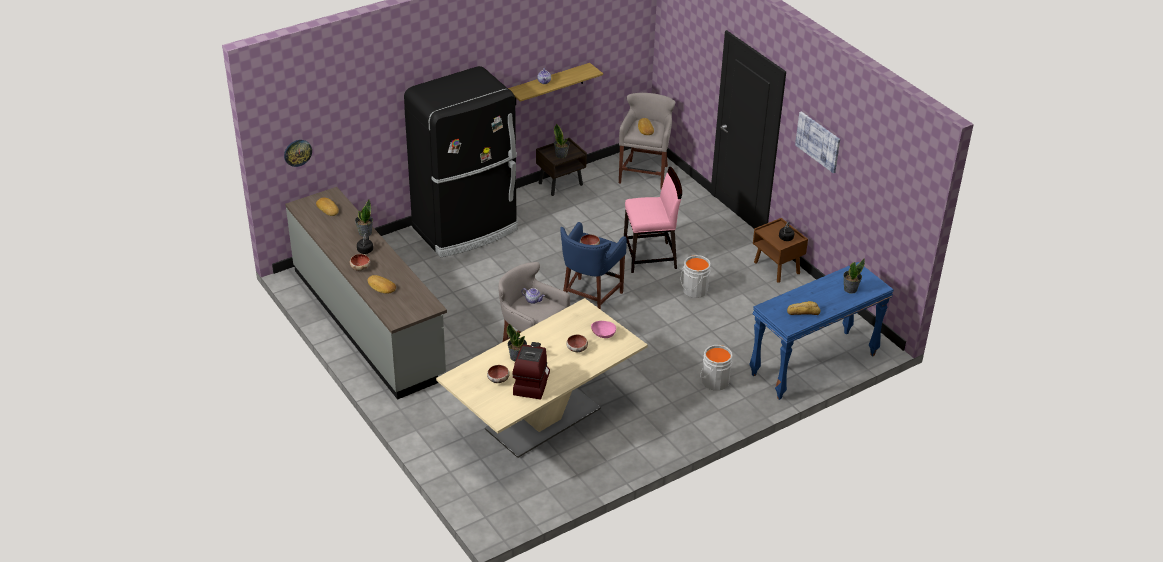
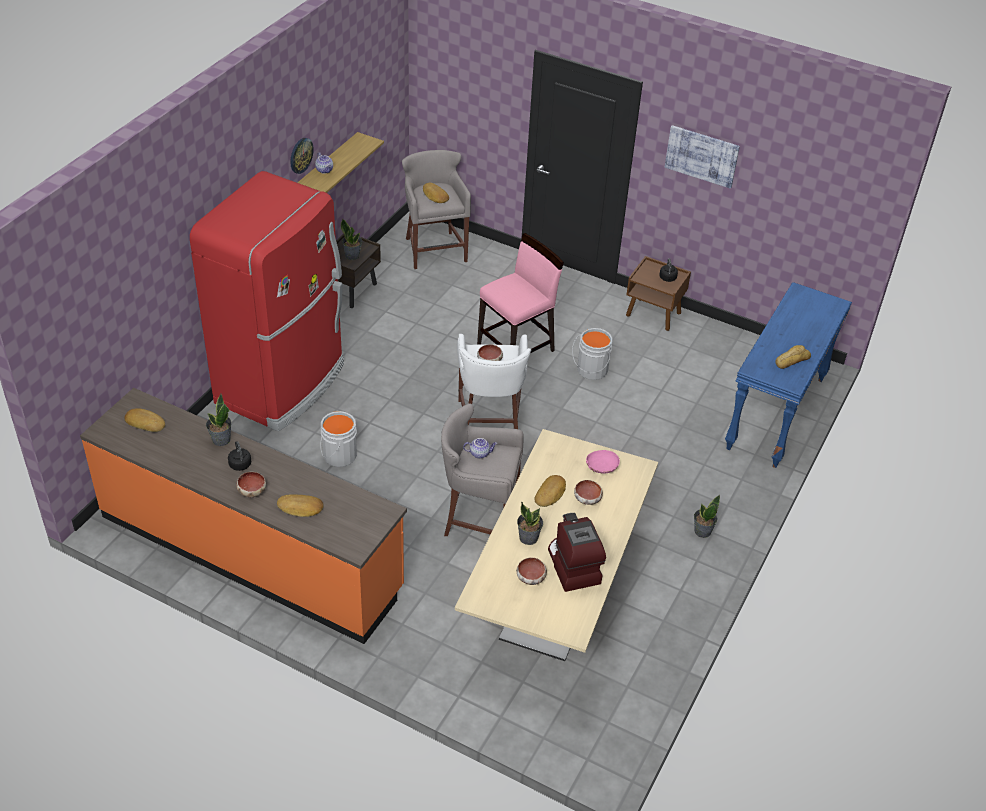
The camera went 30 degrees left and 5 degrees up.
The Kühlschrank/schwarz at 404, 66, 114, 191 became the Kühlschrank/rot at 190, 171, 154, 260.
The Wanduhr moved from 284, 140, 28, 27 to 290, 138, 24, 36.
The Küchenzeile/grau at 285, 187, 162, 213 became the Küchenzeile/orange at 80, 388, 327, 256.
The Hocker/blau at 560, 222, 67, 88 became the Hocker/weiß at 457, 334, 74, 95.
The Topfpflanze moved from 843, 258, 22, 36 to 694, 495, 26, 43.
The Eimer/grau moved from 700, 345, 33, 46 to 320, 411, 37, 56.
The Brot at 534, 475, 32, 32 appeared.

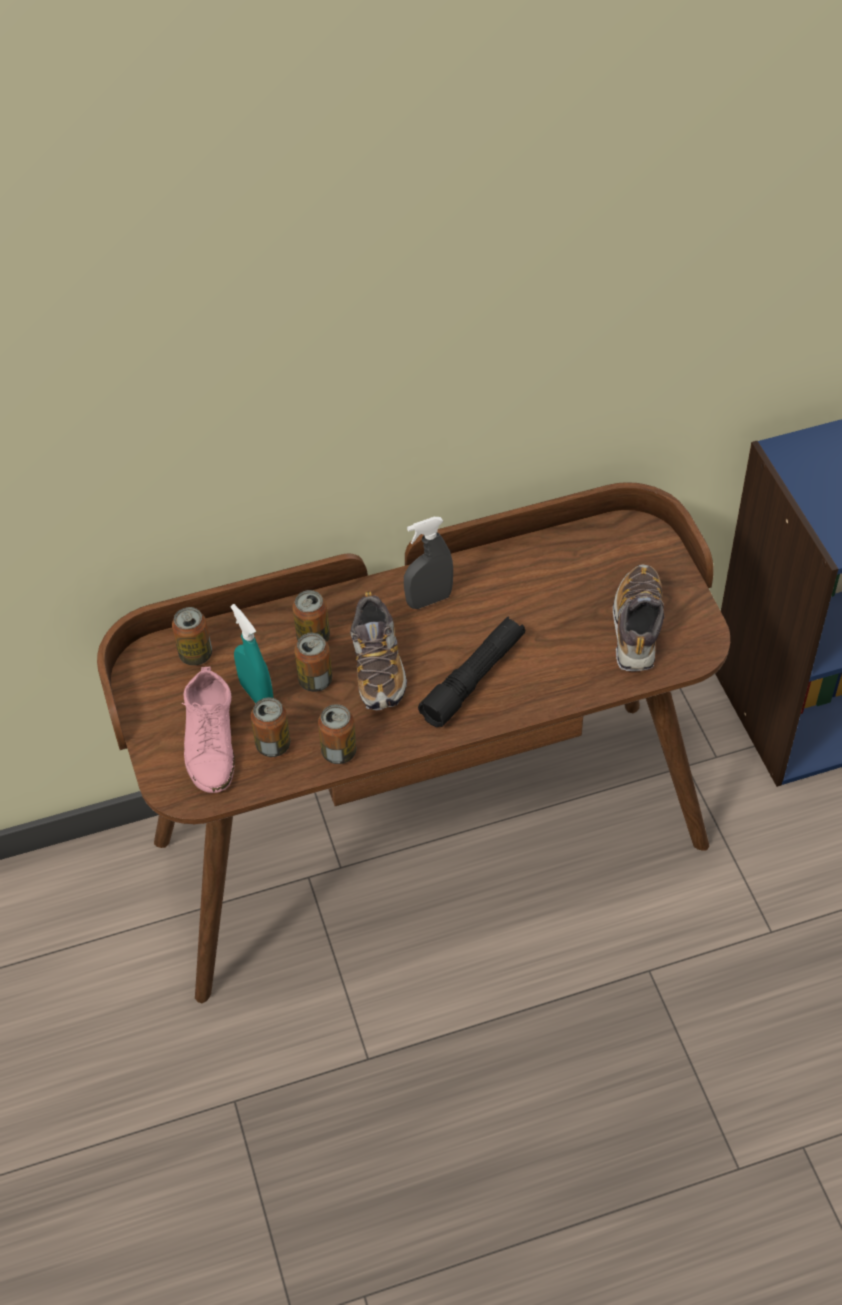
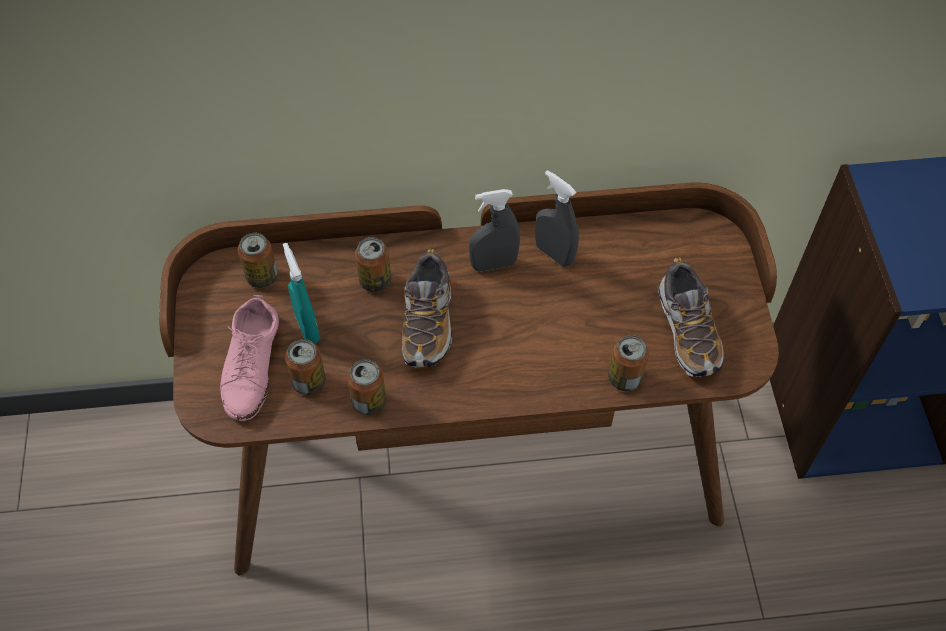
The camera went 10 degrees right and 5 degrees up.
The Schuh at 613, 565, 51, 106 turned 150 degrees clockwise.
The Taschenlampe/schwarz at 418, 616, 107, 111 disappeared.
The Dose moved from 294, 633, 38, 59 to 608, 335, 41, 56.
The Sprühflasche/grau at 535, 170, 44, 97 appeared.

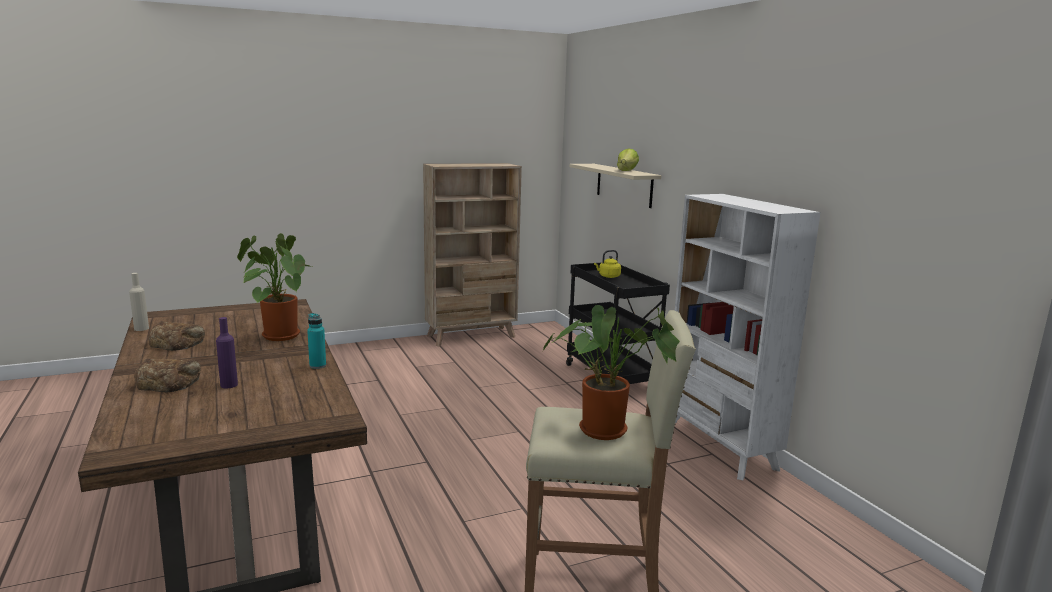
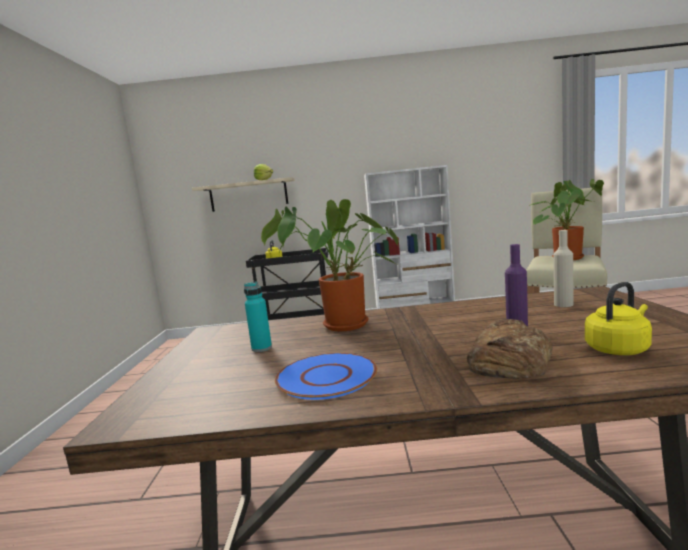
The camera went 65 degrees left and 5 degrees down.
The Bücherregal/beige at 423, 163, 99, 183 disappeared.
The Flasche/beige moved from 129, 273, 20, 58 to 554, 230, 19, 77.
The Flasche/türkis moved from 307, 313, 19, 56 to 244, 282, 28, 70.
The Brot at 148, 321, 57, 30 was replaced by the Teller/blau at 275, 353, 102, 47.
The Wasserkessel/gelb at 585, 282, 67, 73 appeared.

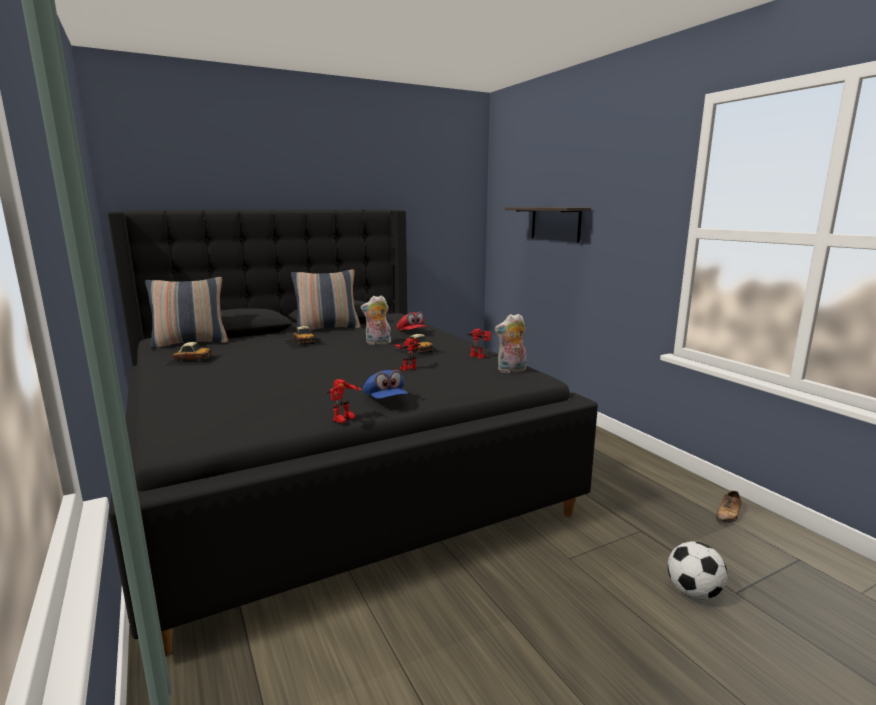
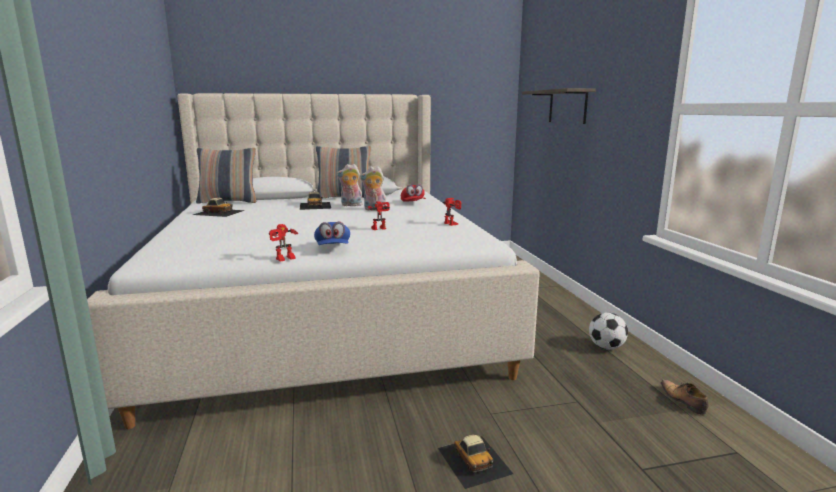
The camera went 15 degrees right and 0 degrees up.
The Bett/schwarz at 108, 209, 490, 447 became the Bett/beige at 87, 93, 453, 336.
The Plüschtier moved from 495, 313, 31, 60 to 336, 164, 27, 42.
The Spielzeugauto moved from 392, 334, 54, 25 to 438, 435, 75, 54.
The Schuh at 716, 491, 25, 32 turned 105 degrees clockwise.
The Fußball moved from 668, 541, 59, 59 to 589, 312, 39, 38.

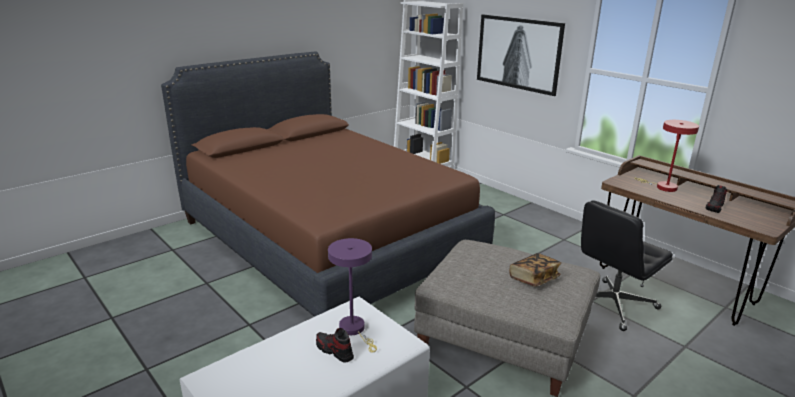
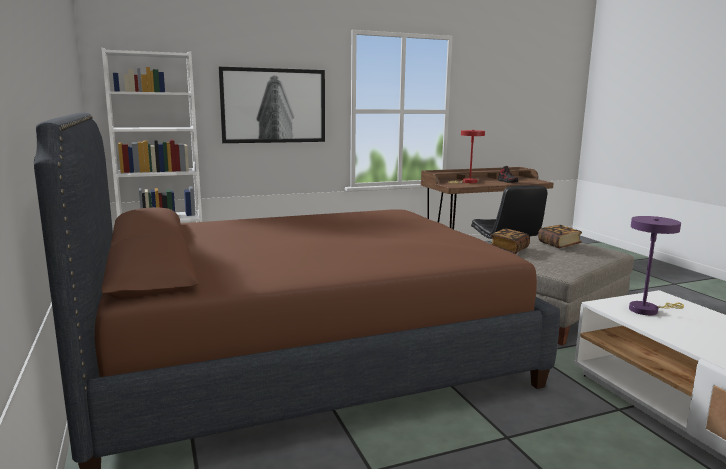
The camera went 70 degrees left and 10 degrees down.
The Schuh at 316, 328, 38, 35 disappeared.
The Buch at 491, 229, 39, 25 appeared.

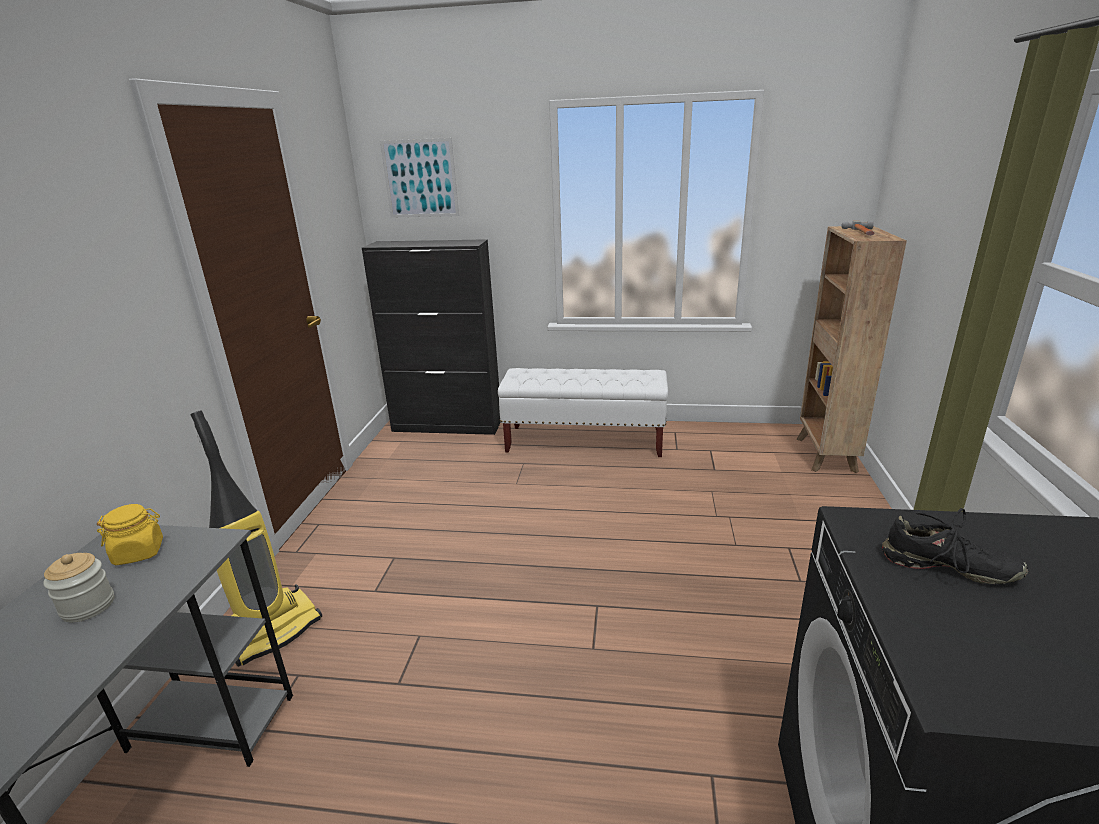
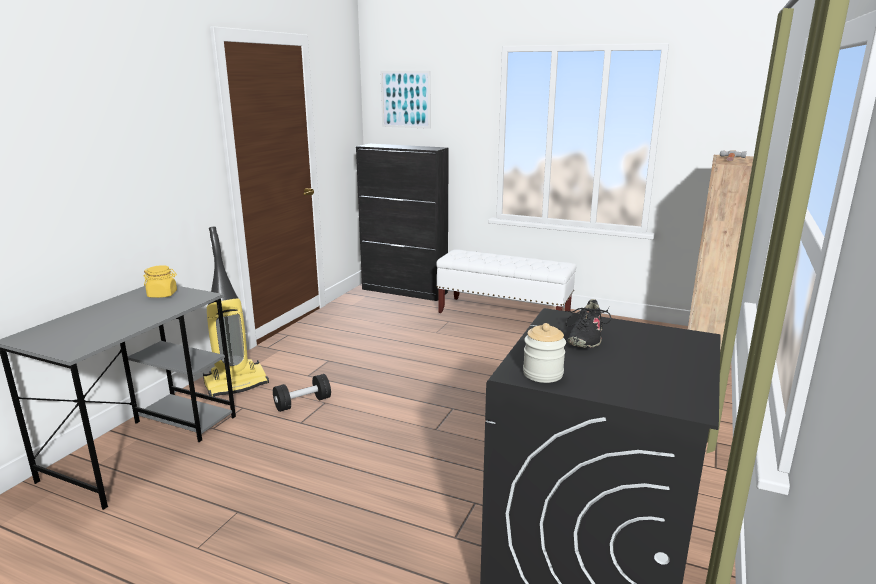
The camera went 15 degrees right and 5 degrees down.
The Schuh/schwarz at 882, 508, 146, 76 turned 75 degrees clockwise.
The Vorratsglas moved from 43, 553, 71, 69 to 523, 323, 43, 60.
The Hantel/schwarz at 273, 374, 58, 38 appeared.

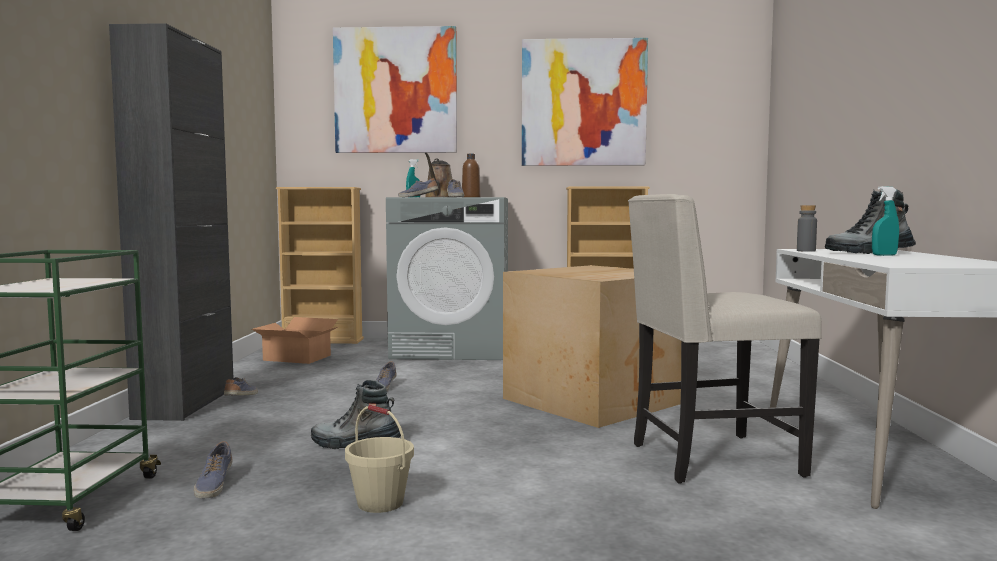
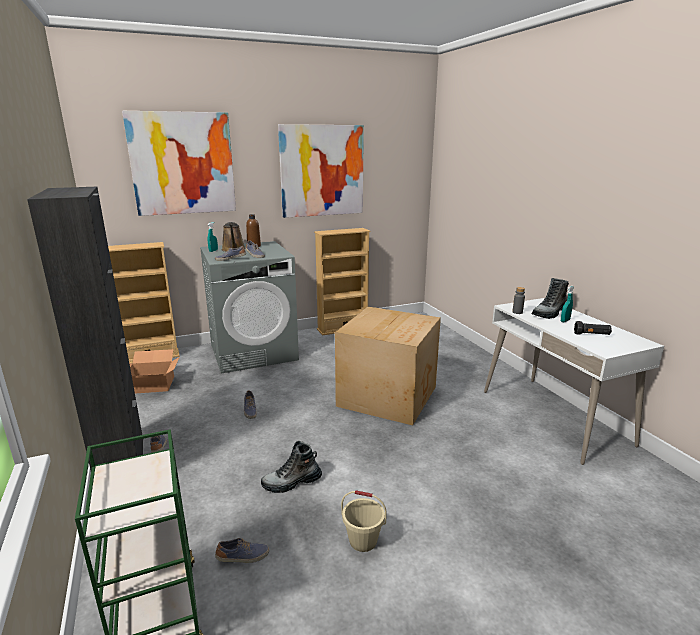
The camera went 25 degrees left and 15 degrees up.
The Stuhl/beige at 628, 194, 194, 289 disappeared.
The Schuh at 194, 441, 39, 57 turned 75 degrees counterclockwise.
The Taschenlampe/schwarz at 574, 321, 38, 14 appeared.

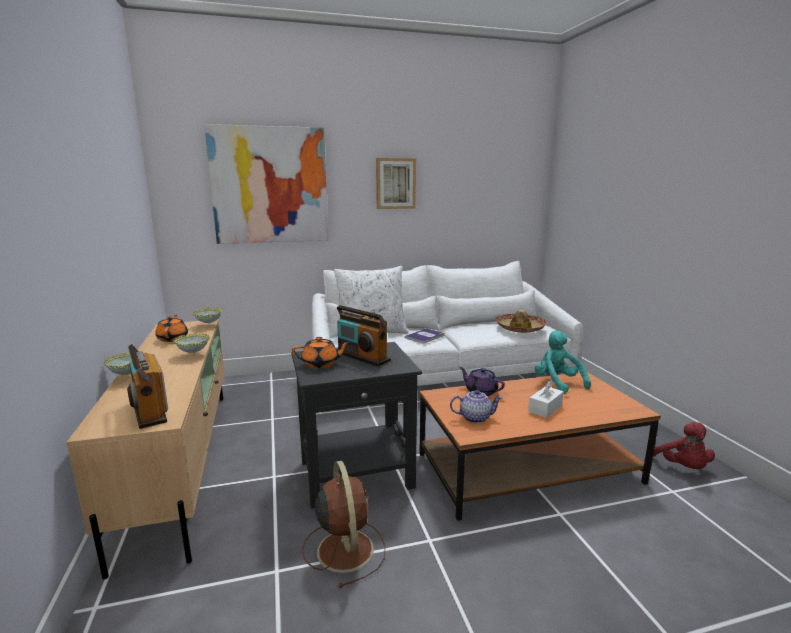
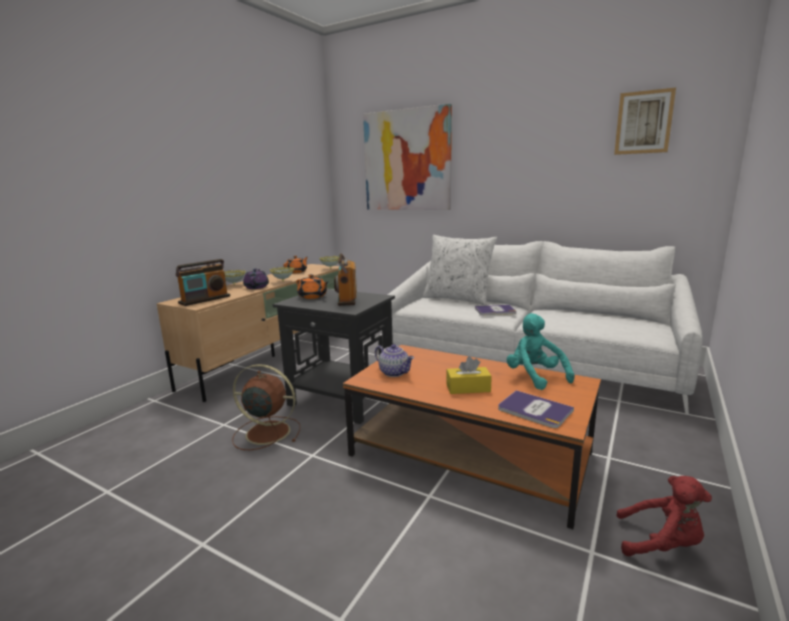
The camera went 45 degrees right and 0 degrees up.
The Bild moved from 376, 158, 40, 51 to 614, 88, 62, 67.
The Hut at 495, 310, 52, 23 disappeared.
The Plüschtier/türkis at 535, 331, 56, 63 turned 45 degrees counterclockwise.
The Radio at 127, 344, 41, 85 turned 150 degrees counterclockwise.
The Teekanne/lila moved from 459, 367, 46, 29 to 243, 268, 26, 21.
The Taschentuchbox/weiß at 528, 380, 35, 38 became the Taschentuchbox/gelb at 446, 356, 46, 38.
The Plüschtier/rot at 653, 422, 62, 47 turned 105 degrees counterclockwise.
The Ventilator/braun at 302, 461, 83, 127 turned 105 degrees counterclockwise.
The Buch at 498, 390, 76, 38 appeared.

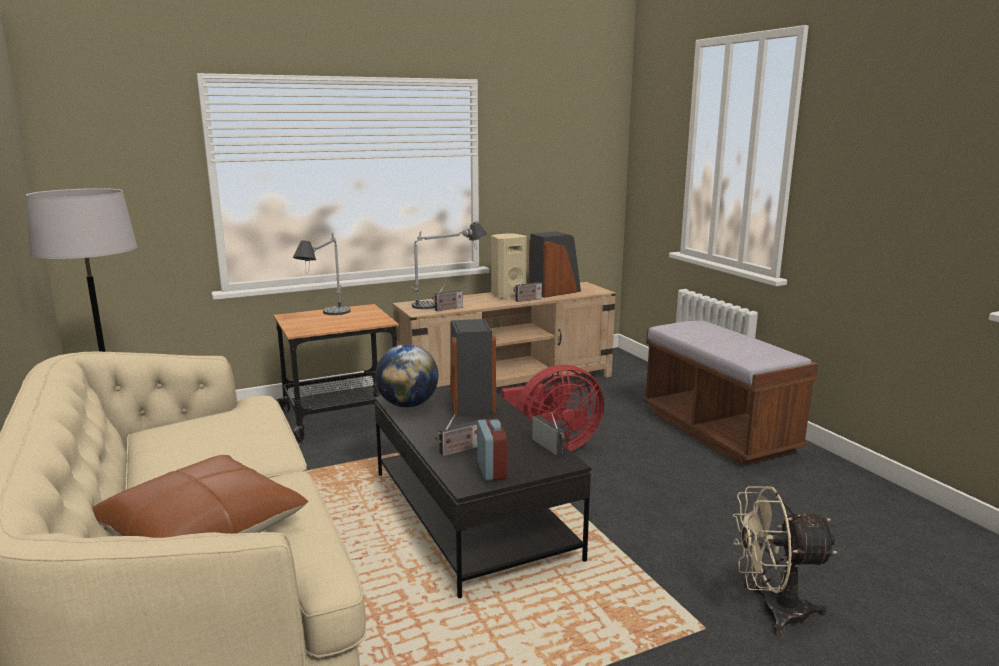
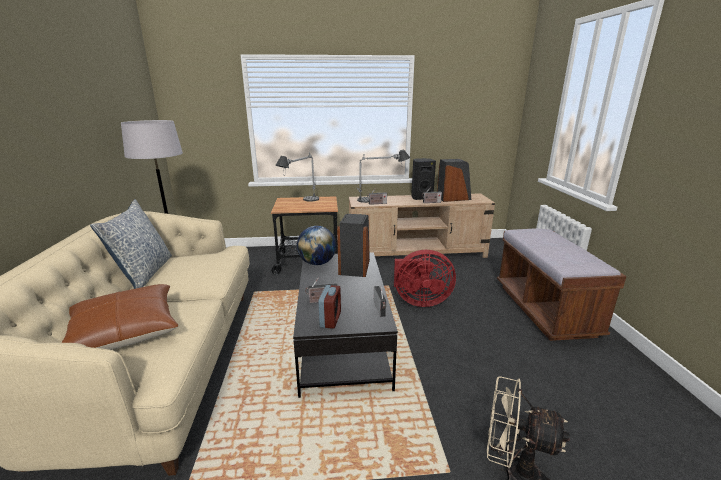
The camera went 20 degrees right and 5 degrees up.
The Lautsprecher/beige at 491, 233, 36, 66 became the Lautsprecher/schwarz at 411, 158, 25, 42.
The Kissen at 90, 199, 82, 90 appeared.

